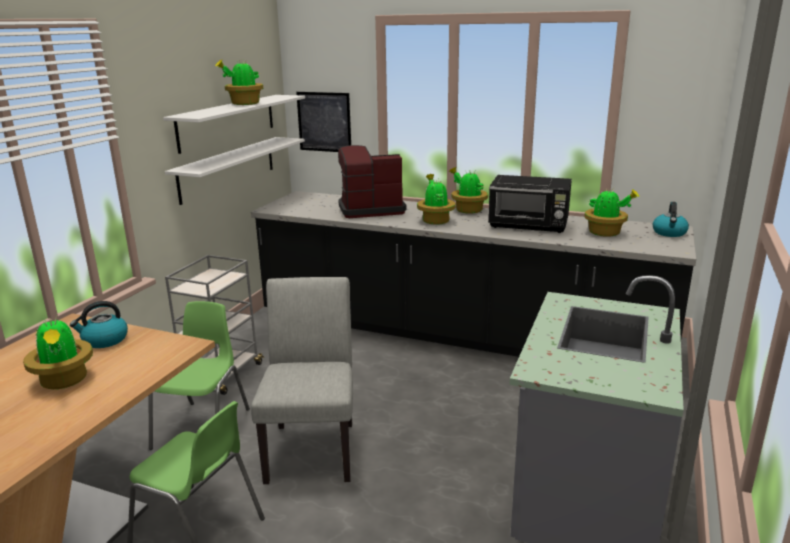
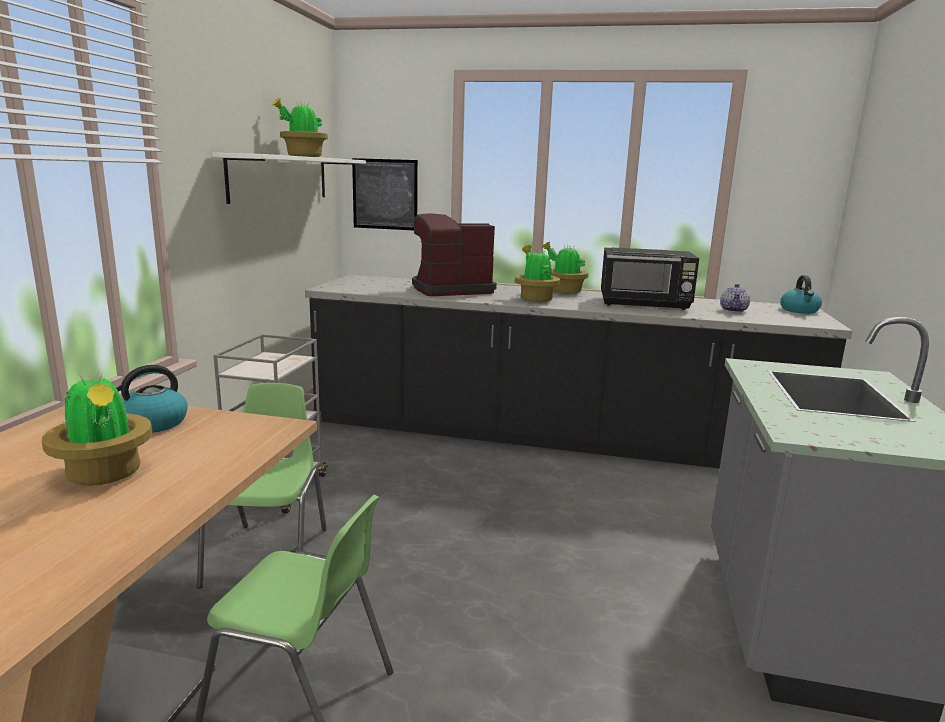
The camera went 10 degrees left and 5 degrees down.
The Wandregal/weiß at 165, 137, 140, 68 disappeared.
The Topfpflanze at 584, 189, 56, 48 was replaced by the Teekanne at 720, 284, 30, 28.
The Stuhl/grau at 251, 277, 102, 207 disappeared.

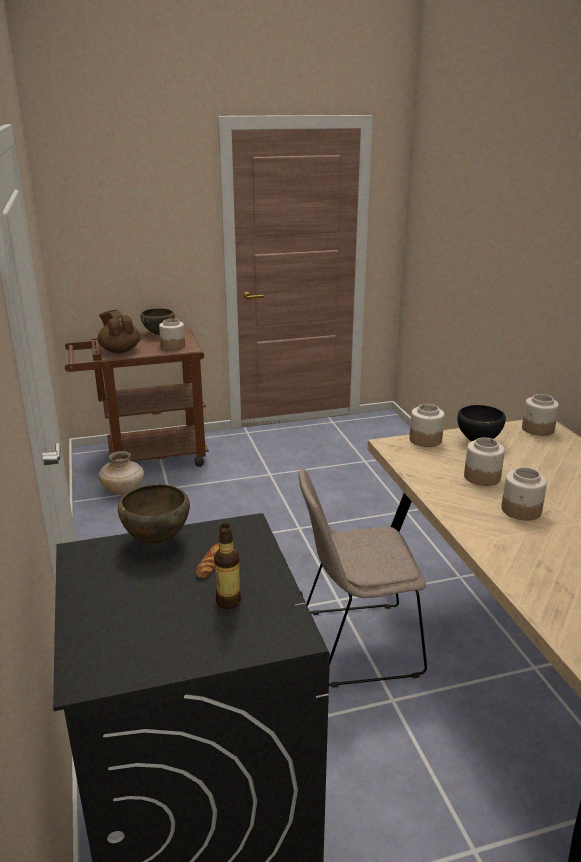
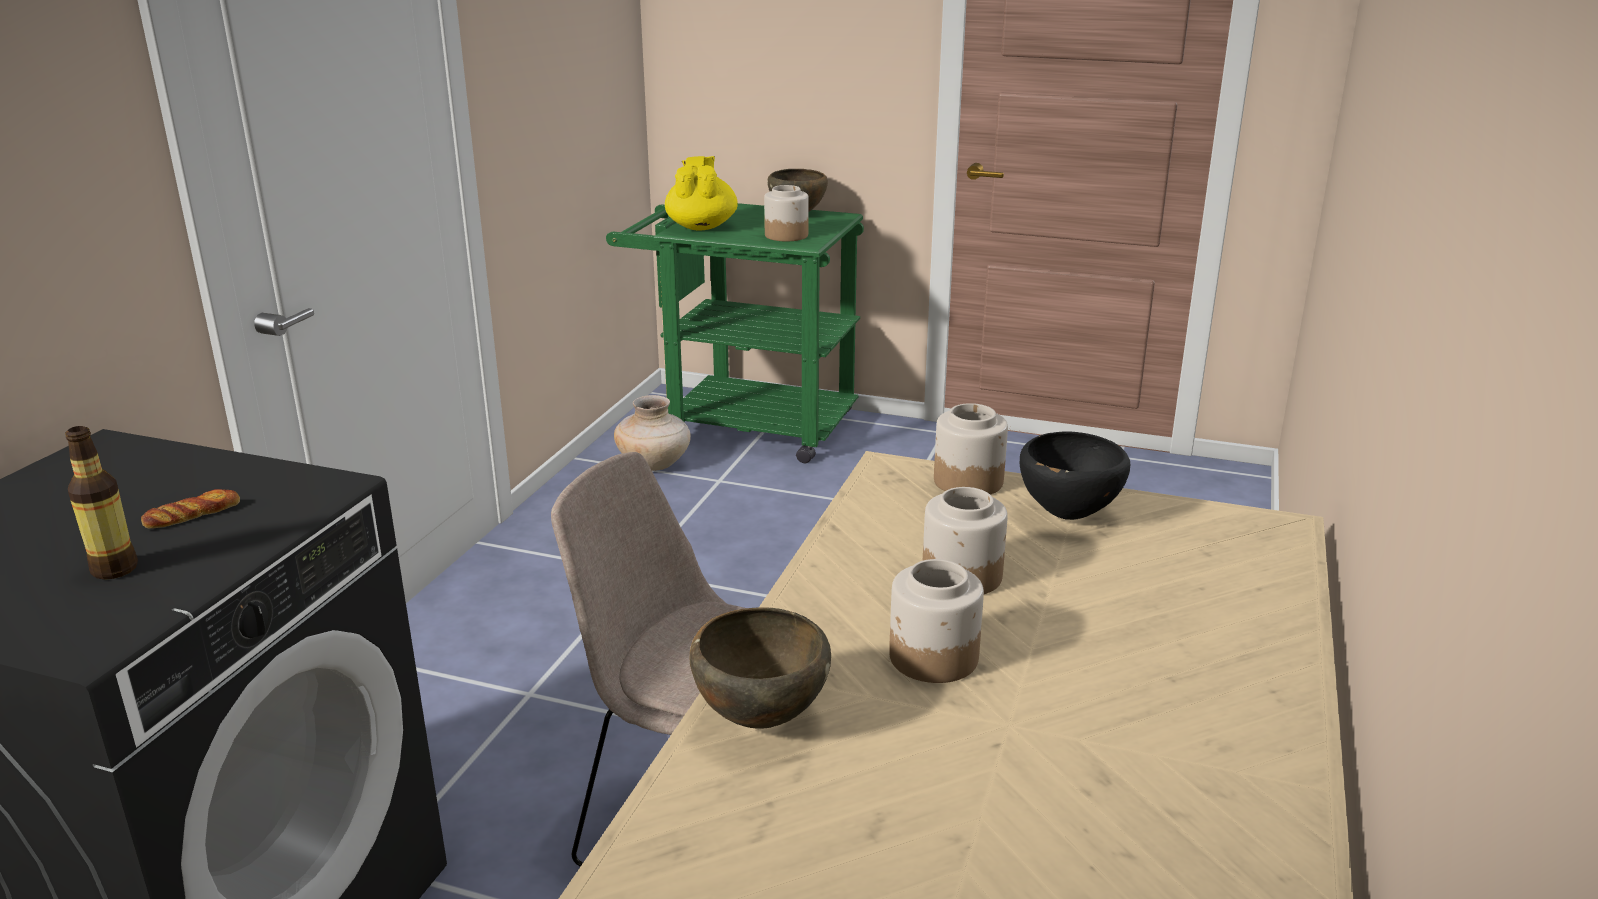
The camera went 35 degrees right and 0 degrees up.
The Teekanne/braun at 98, 310, 43, 43 became the Teekanne/gelb at 665, 156, 73, 74.
The Rollwagen/braun at 65, 328, 144, 139 became the Rollwagen/grün at 606, 203, 258, 260.
The Vorratsglas at 522, 394, 37, 42 disappeared.
The Schüssel/braun moved from 118, 484, 72, 60 to 690, 607, 141, 122.

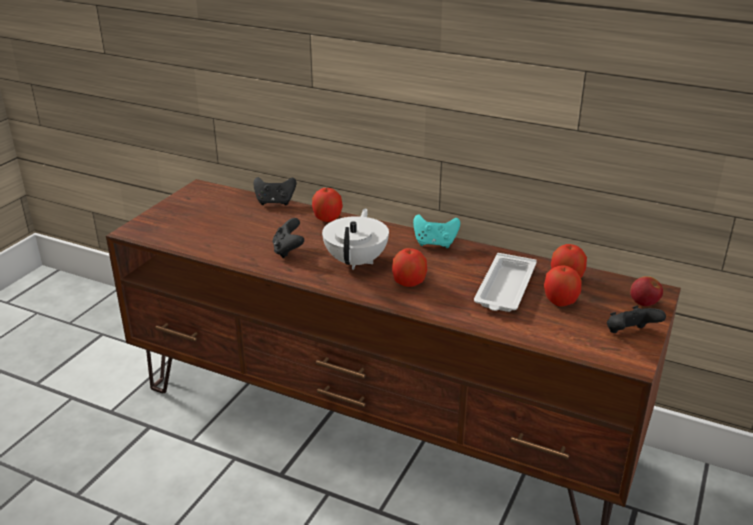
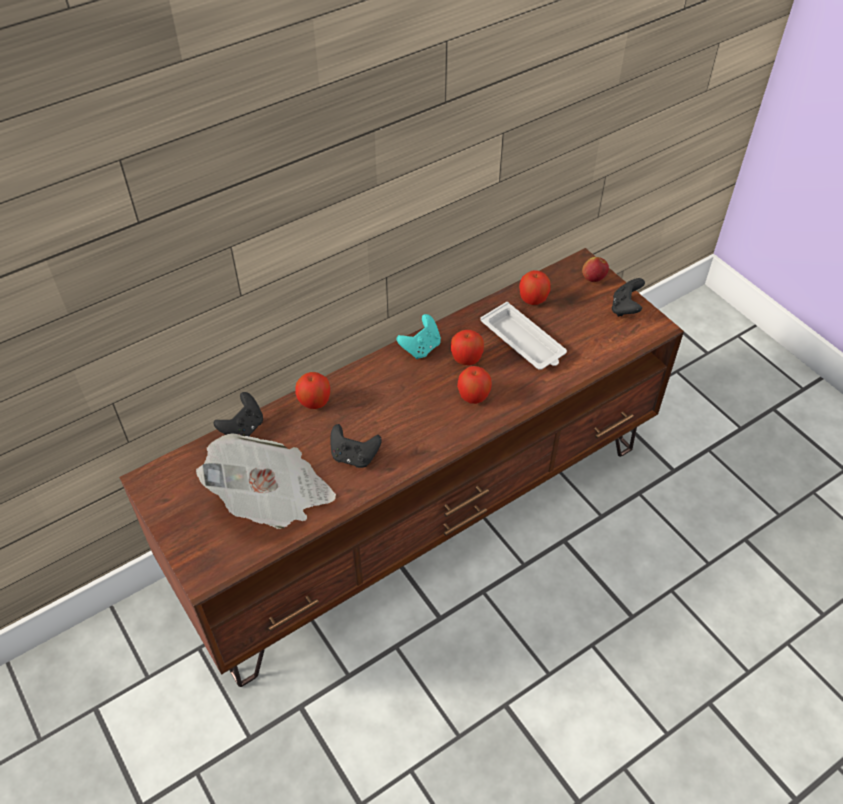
The camera went 60 degrees left and 20 degrees up.
The Teekanne/weiß at 322, 208, 67, 62 disappeared.
The Apfel moved from 544, 265, 37, 42 to 451, 330, 33, 35.
The Zeitung at 196, 433, 140, 96 appeared.

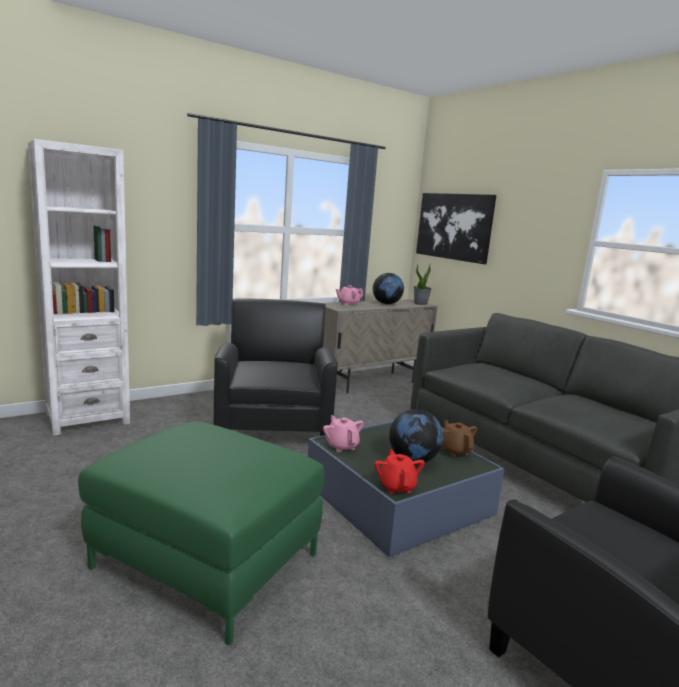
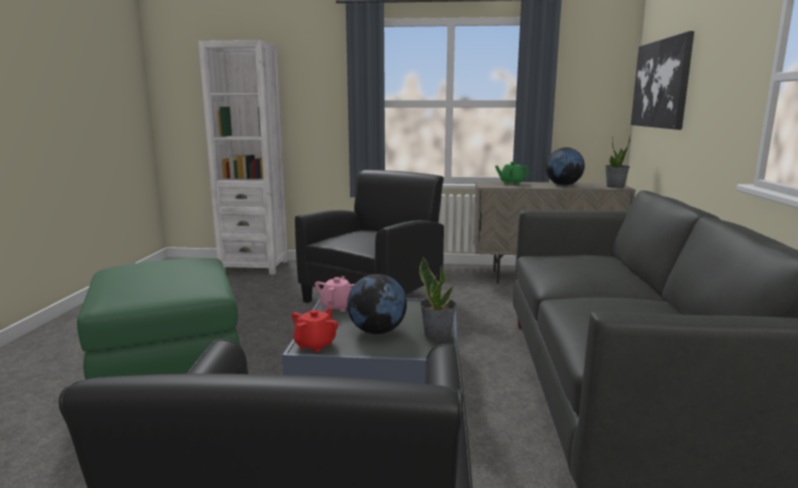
The camera went 40 degrees right and 0 degrees up.
The Teekanne/rosa at 336, 285, 27, 21 became the Teekanne/grün at 495, 162, 35, 23.
The Teekanne/braun at 442, 420, 35, 36 was replaced by the Topfpflanze at 420, 257, 37, 83.

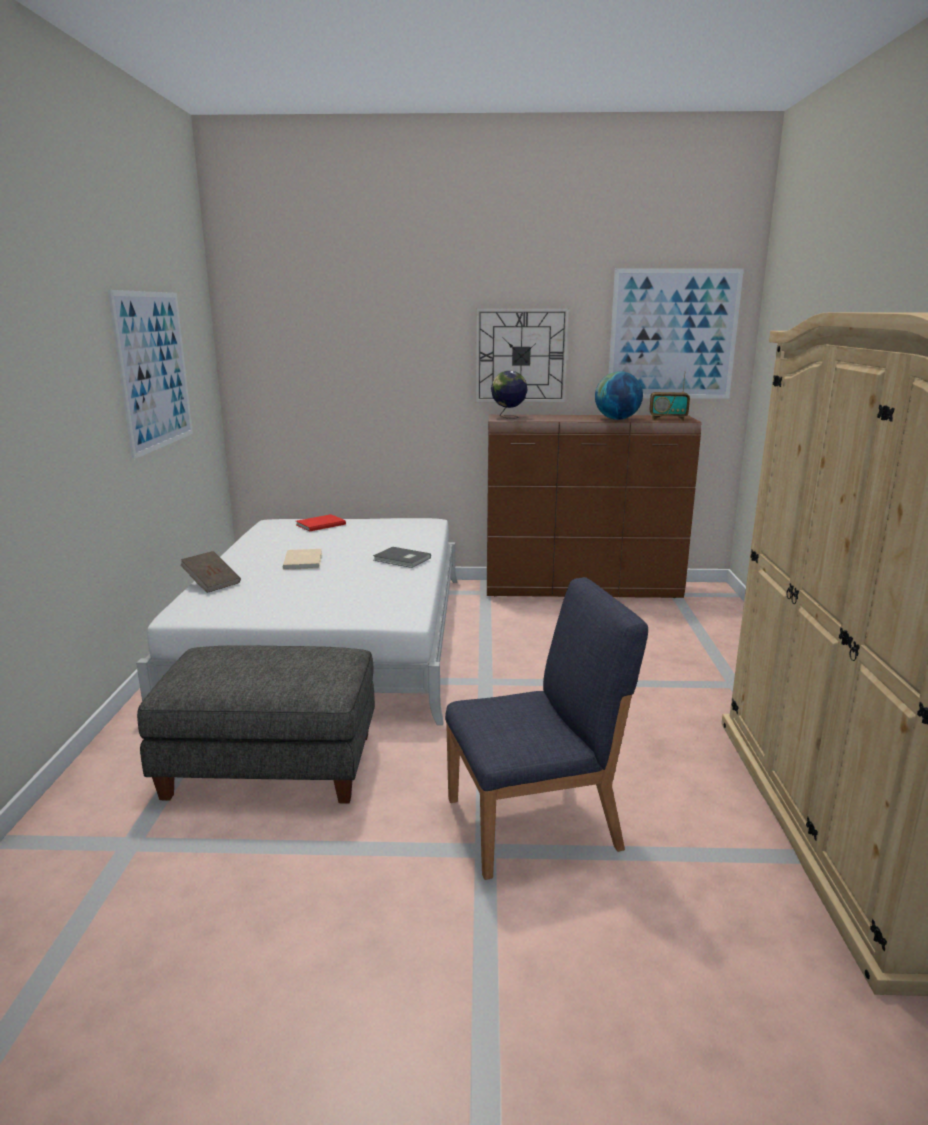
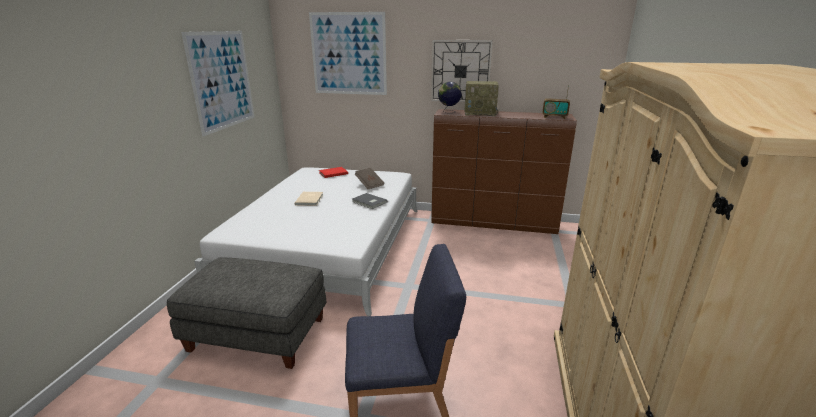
The camera went 10 degrees right and 5 degrees up.
The Bild moved from 609, 268, 135, 131 to 309, 12, 78, 83.
The Globus at 595, 371, 48, 49 disappeared.
The Buch/braun moved from 180, 551, 61, 42 to 355, 168, 29, 21.
The Radio at 465, 81, 34, 35 appeared.

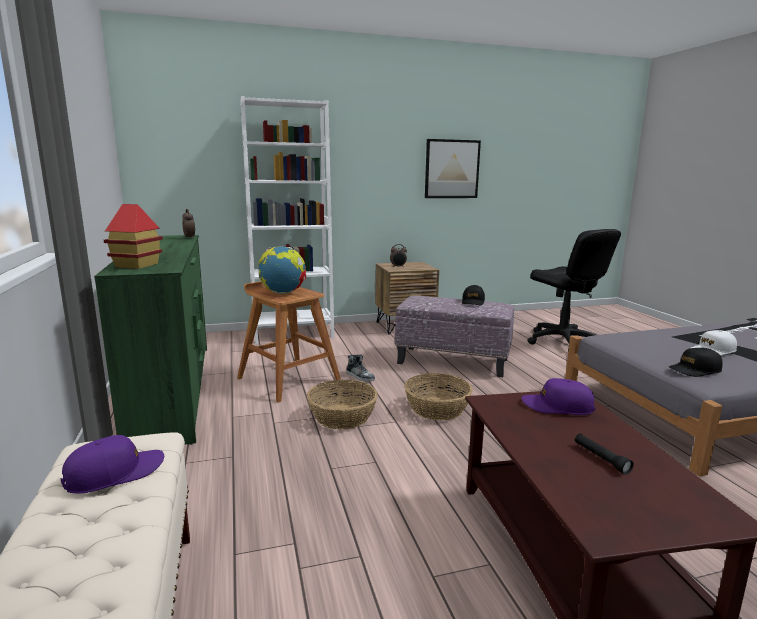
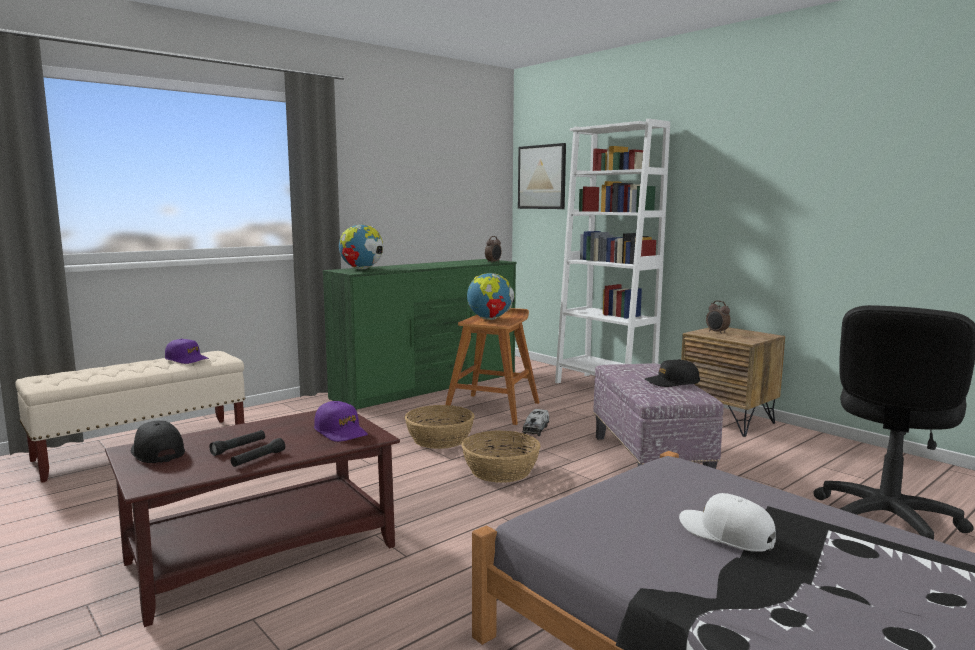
The camera went 65 degrees right and 5 degrees down.
The Bild moved from 425, 139, 56, 59 to 518, 143, 48, 66.
The Spielzeughaus at 104, 204, 59, 65 was replaced by the Globus at 339, 225, 44, 45.
The Kappe/schwarz moved from 669, 348, 54, 29 to 131, 420, 54, 43.
The Schuh at 346, 355, 29, 27 was replaced by the Spielzeuglaster at 522, 409, 27, 27.
The Kappe/lila at 522, 378, 73, 37 turned 150 degrees clockwise.
The Taschenlampe/schwarz at 231, 438, 54, 29 appeared.

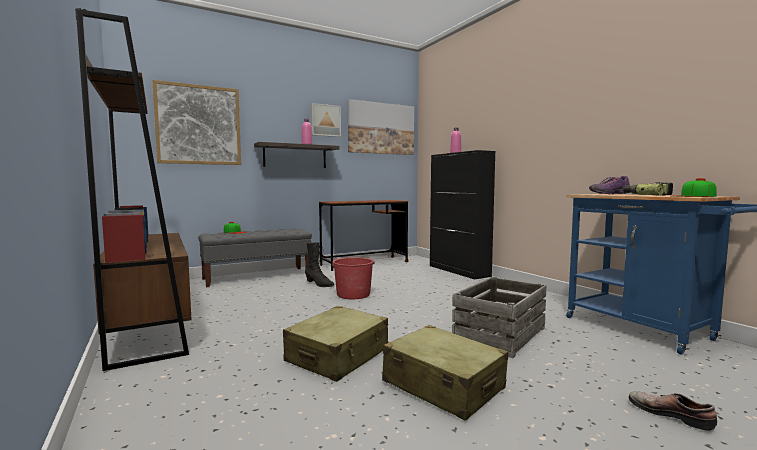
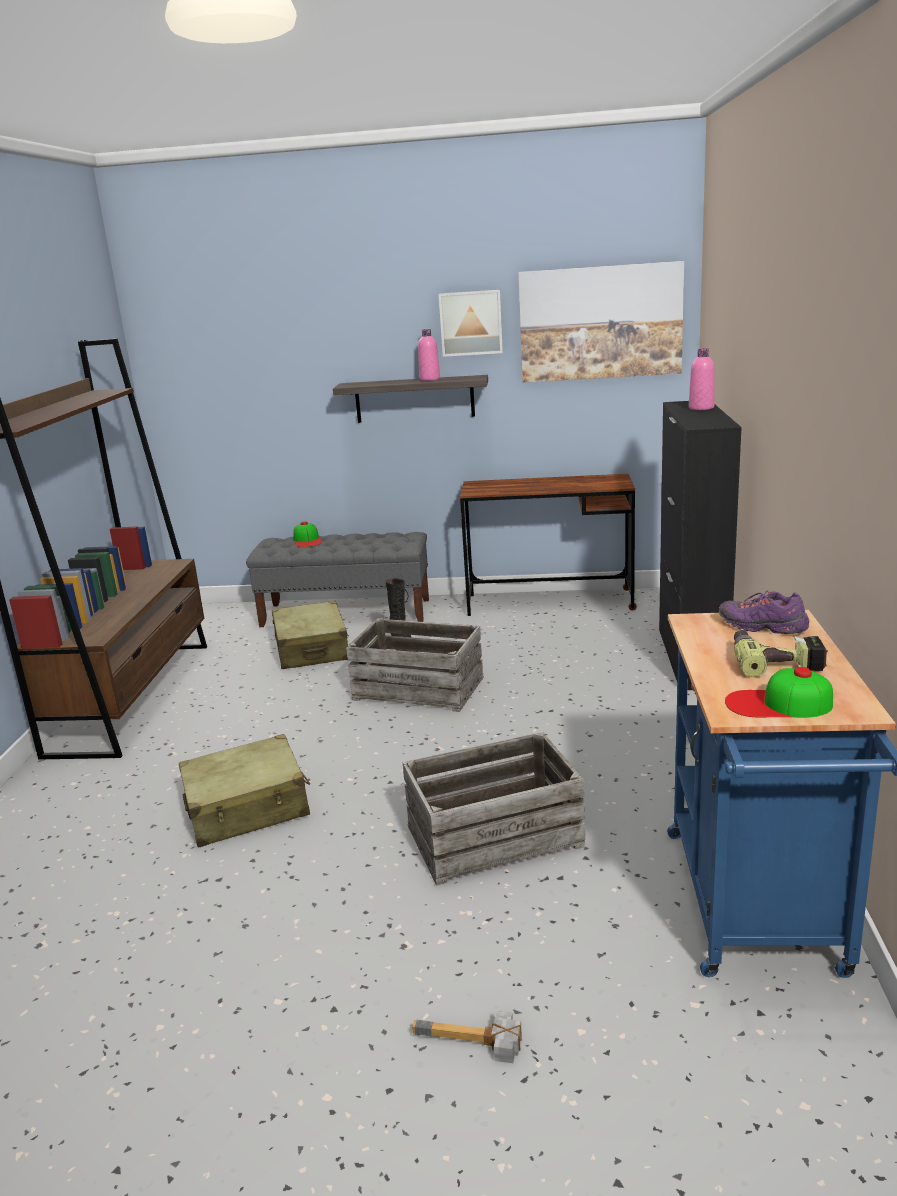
The camera went 35 degrees right and 15 degrees up.
The Bild at 152, 80, 89, 85 disappeared.
The Eimer/rot at 331, 257, 44, 42 was replaced by the Kiste at 346, 618, 138, 94.
The Koffer/beige moved from 382, 325, 126, 96 to 272, 601, 77, 68.
The Schuh at 629, 391, 88, 40 was replaced by the Hammer at 412, 1011, 110, 52.

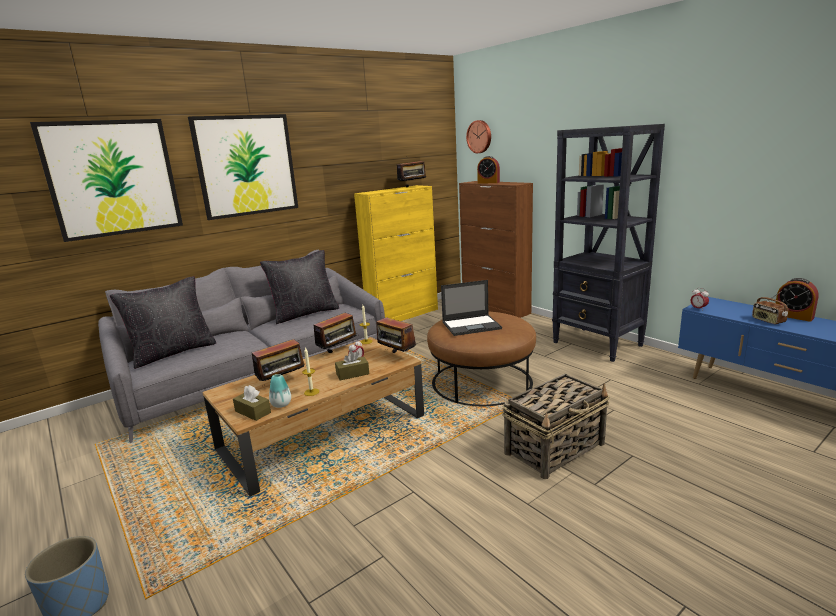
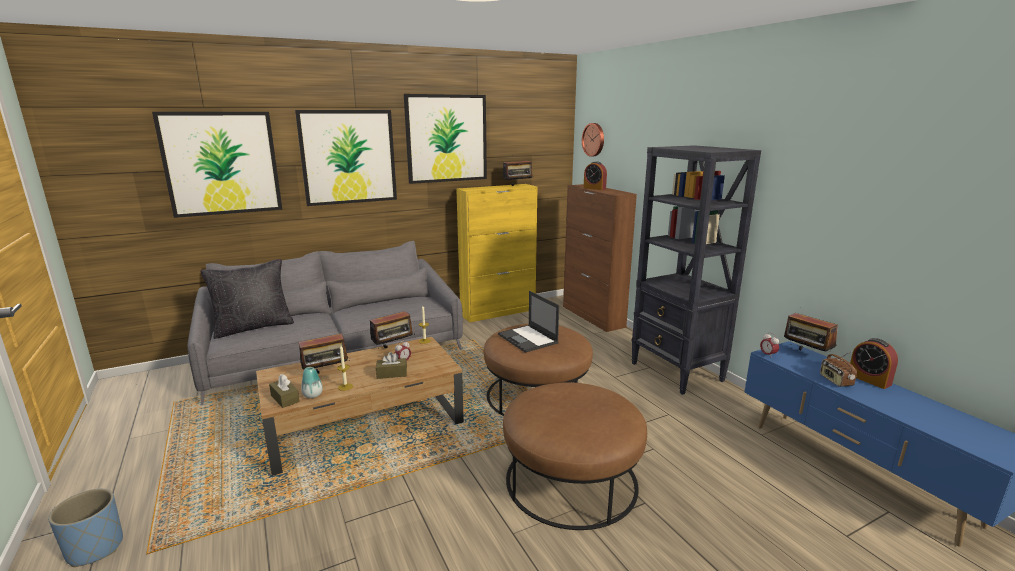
The camera went 10 degrees right and 0 degrees up.
The Kissen/schwarz at 260, 250, 79, 74 disappeared.
The Laptop at 441, 280, 61, 56 turned 60 degrees clockwise.
The Radio moved from 376, 312, 40, 41 to 784, 313, 54, 39.
The Korb at 502, 374, 107, 105 was replaced by the Polsterhocker/braun at 503, 382, 144, 148.
The Bild at 404, 94, 83, 90 appeared.

